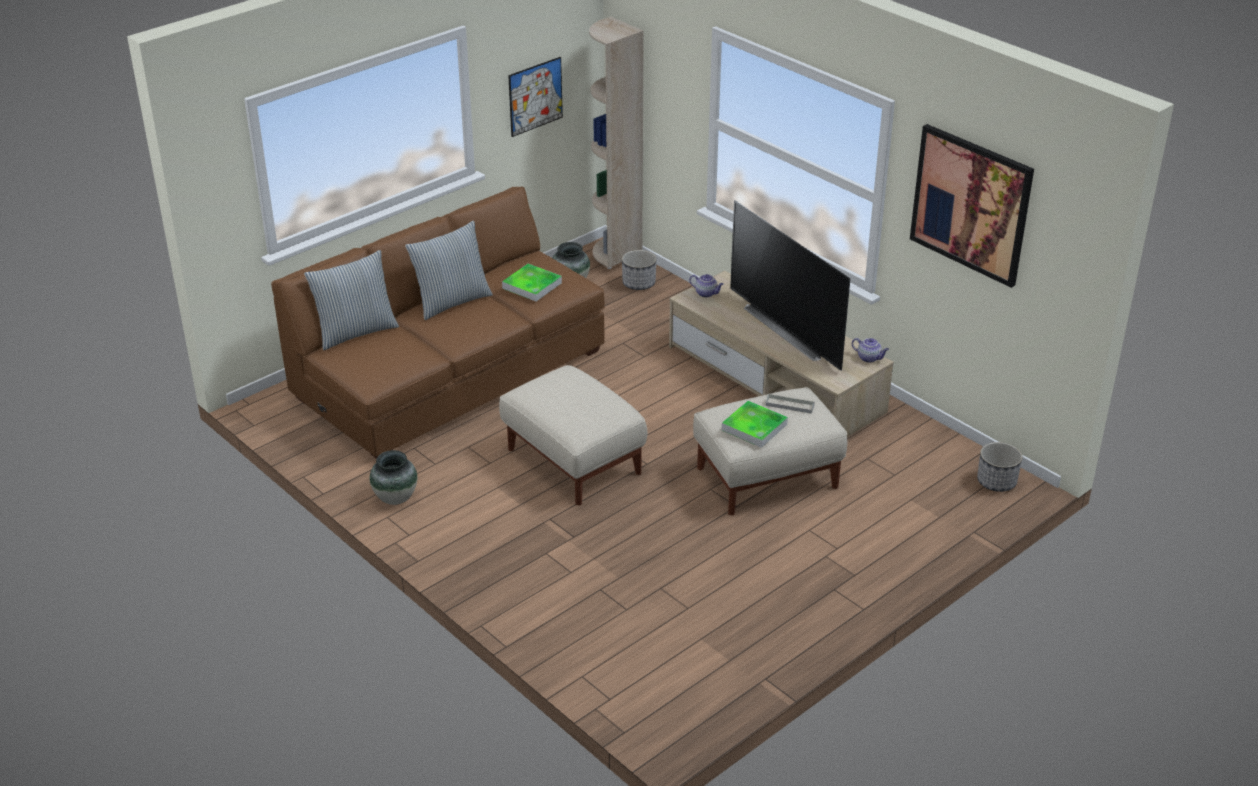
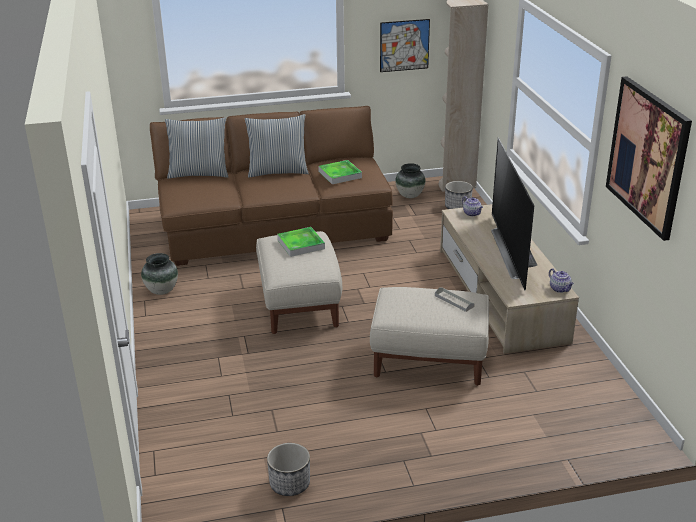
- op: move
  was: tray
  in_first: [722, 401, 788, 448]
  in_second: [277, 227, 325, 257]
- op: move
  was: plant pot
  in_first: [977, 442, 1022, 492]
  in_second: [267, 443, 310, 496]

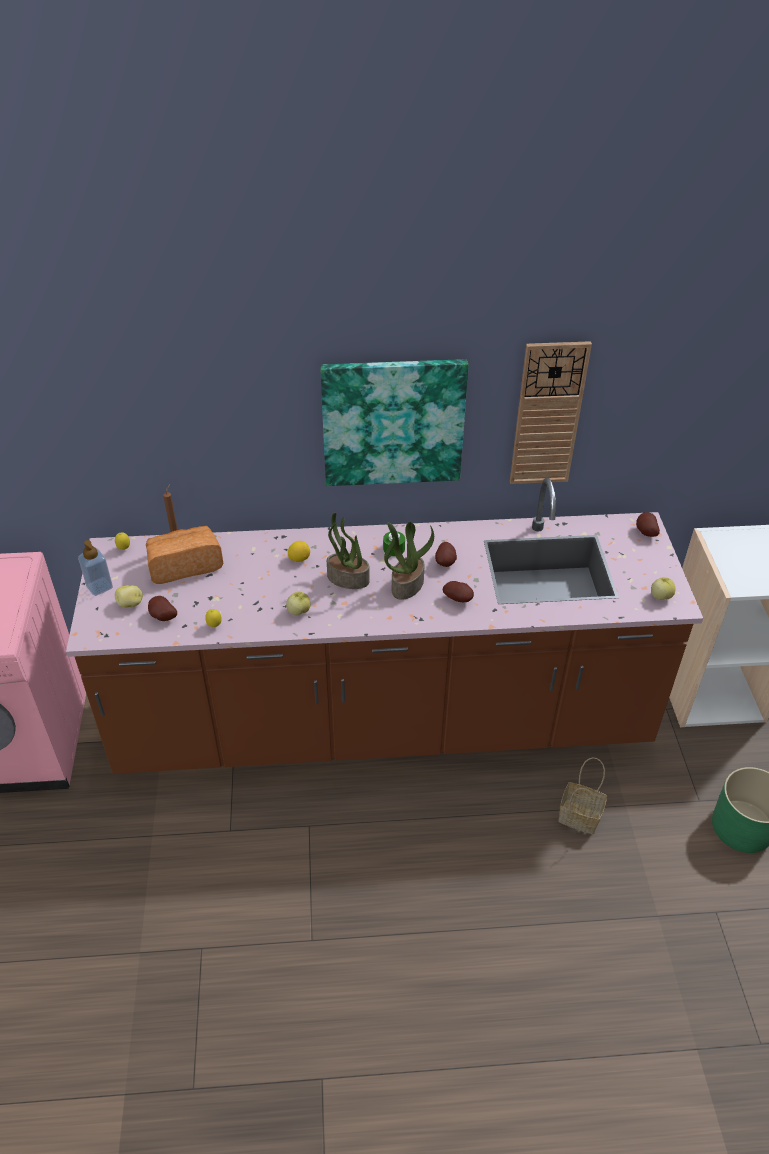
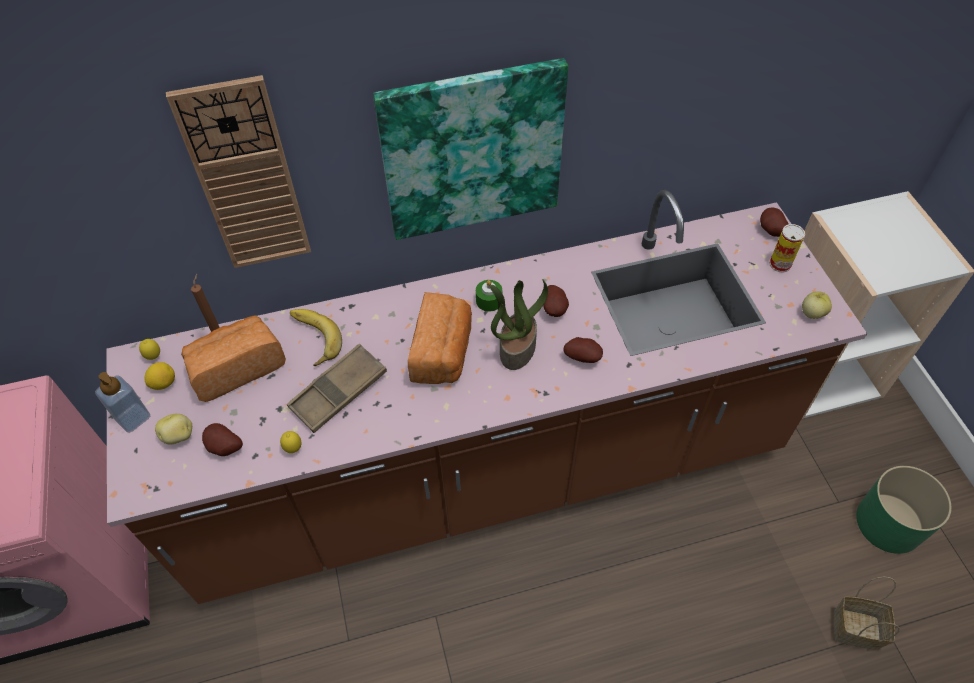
- op: delete
  was: apple fruit
  in_first: [286, 592, 311, 615]
- op: move
  was: whole lemon
  in_first: [288, 541, 310, 562]
  in_second: [144, 362, 175, 390]
- op: replace
  was: plant in a pot
  now: bakery bread
  in_first: [327, 513, 370, 589]
  in_second: [408, 292, 472, 384]
- op: move
  was: wall clock
  in_first: [510, 341, 592, 484]
  in_second: [166, 75, 311, 268]
- op: move
  was: basket
  in_first: [558, 757, 607, 835]
  in_second: [834, 576, 900, 650]
- op: insert
  now: brownish tray
  in_second: [287, 344, 387, 433]
- op: insert
  now: banana fruit
  in_second: [290, 309, 342, 366]
- op: insert
  now: can
  in_second: [769, 224, 805, 272]

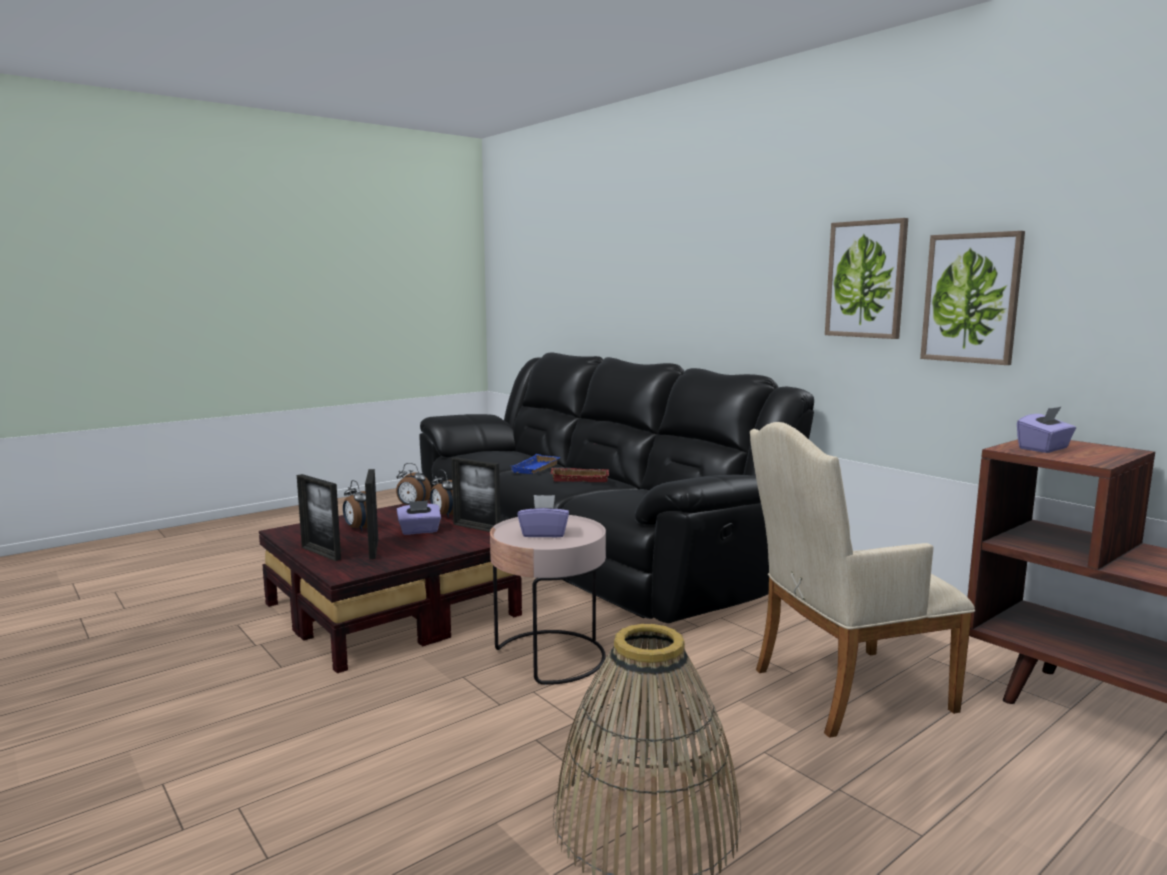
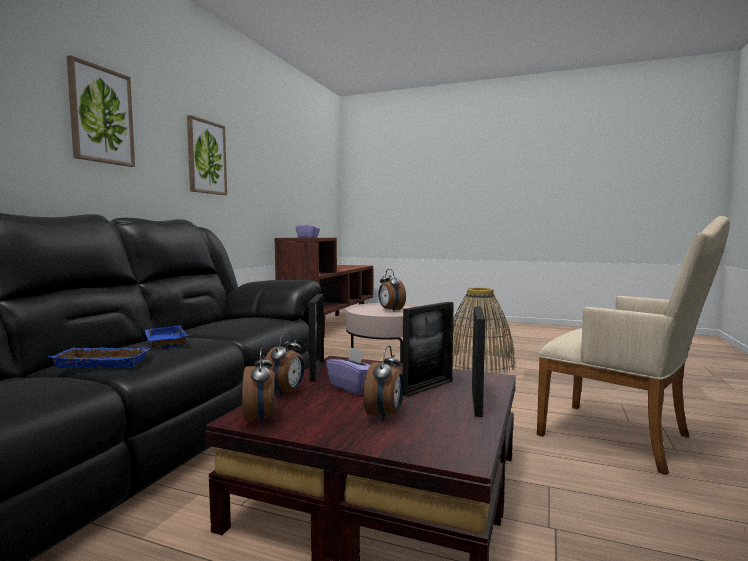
- op: replace
  was: purplish box of tissues
  now: bedside clock
  in_first: [517, 495, 569, 537]
  in_second: [378, 269, 406, 312]
- op: recolor
  was: red tray
  now: blue-coloured tray
  in_first: [550, 468, 609, 482]
  in_second: [145, 325, 189, 349]
- op: move
  was: beige armchair
  in_first: [750, 422, 975, 738]
  in_second: [537, 216, 730, 475]
- op: move
  was: wall picture
  in_first: [920, 231, 1025, 365]
  in_second: [67, 55, 135, 167]

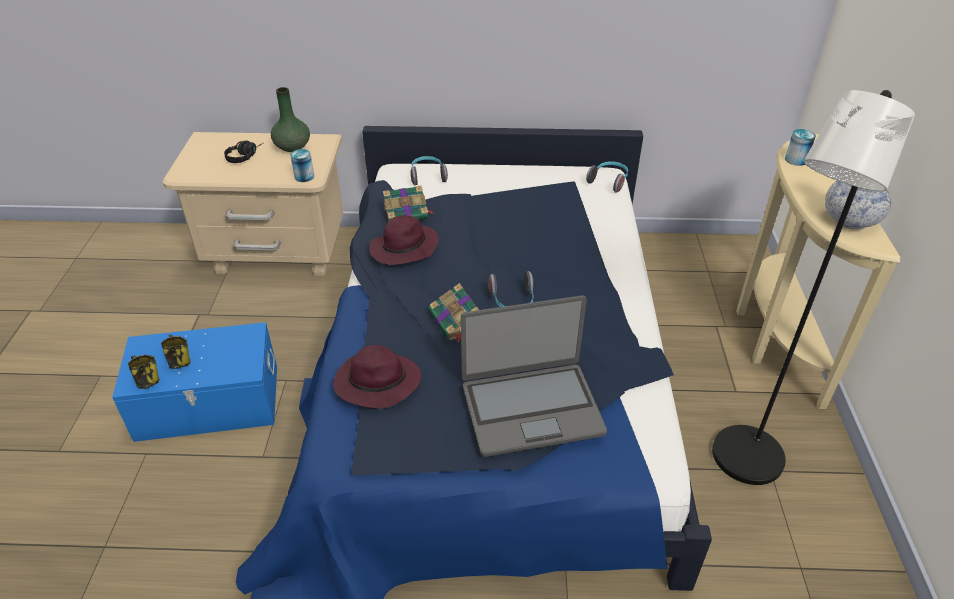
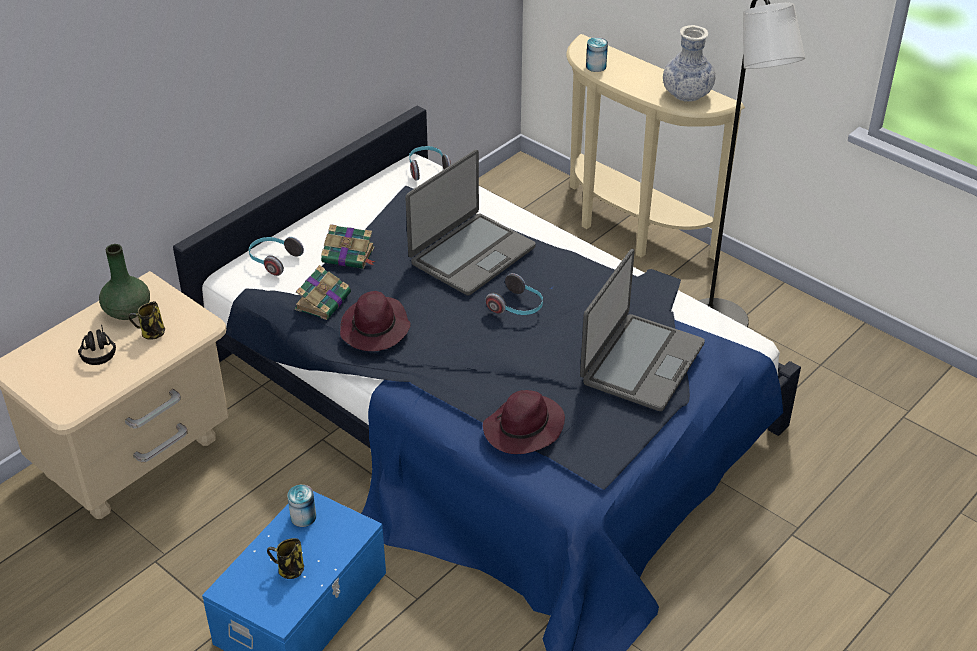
- op: move
  was: tea mug
  in_first: [128, 355, 160, 389]
  in_second: [128, 301, 165, 340]
- op: move
  was: can
  in_first: [290, 149, 314, 182]
  in_second: [287, 485, 316, 527]
- op: move
  was: book
  in_first: [428, 283, 479, 343]
  in_second: [321, 224, 376, 269]
- op: insert
  now: notebook computer
  in_second: [405, 150, 536, 295]

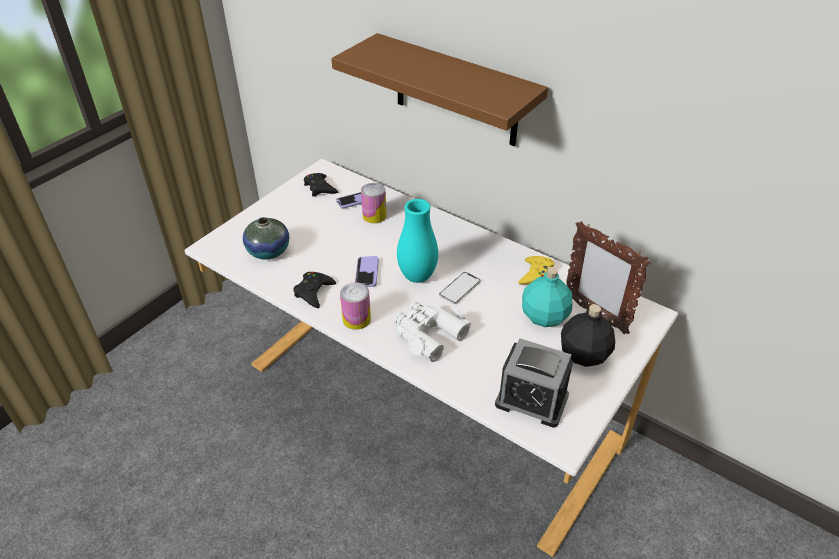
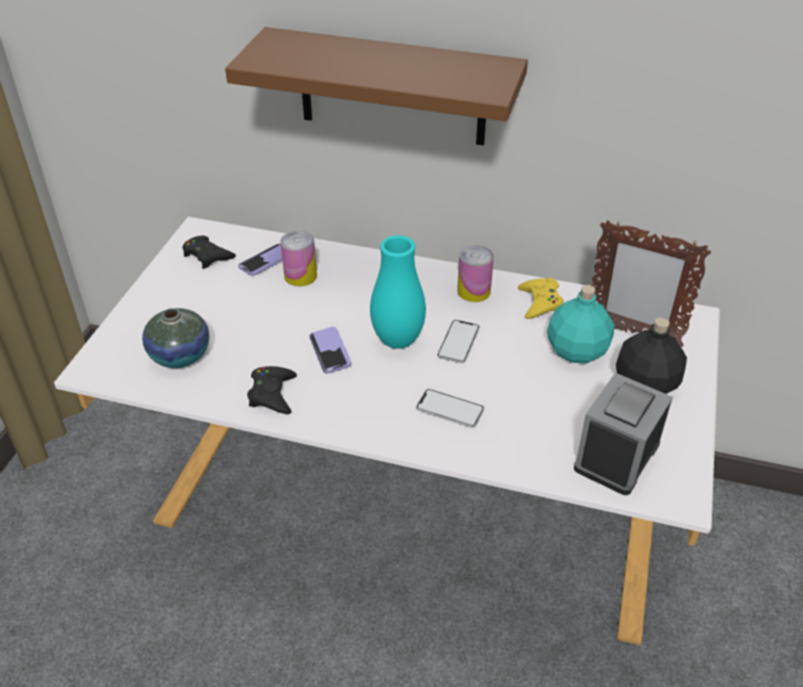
- op: move
  was: can
  in_first: [340, 282, 371, 330]
  in_second: [457, 246, 494, 302]
- op: replace
  was: white-coloured pair of binoculars
  now: handset
  in_first: [394, 302, 471, 362]
  in_second: [416, 389, 484, 428]
- op: rotate
  was: bedside clock
  in_first: [495, 338, 573, 428]
  in_second: [574, 373, 673, 495]
  clockwise: 120

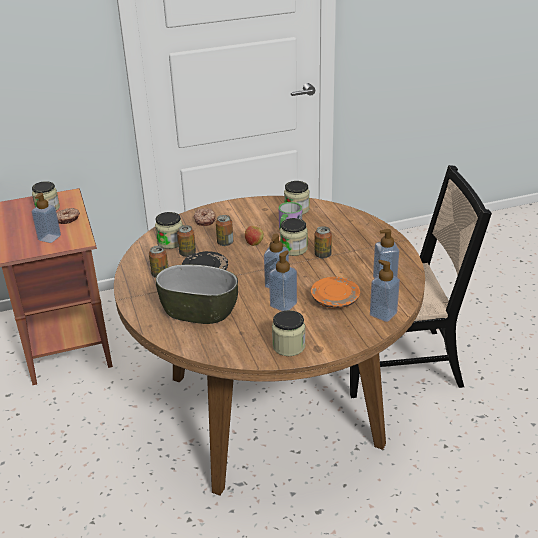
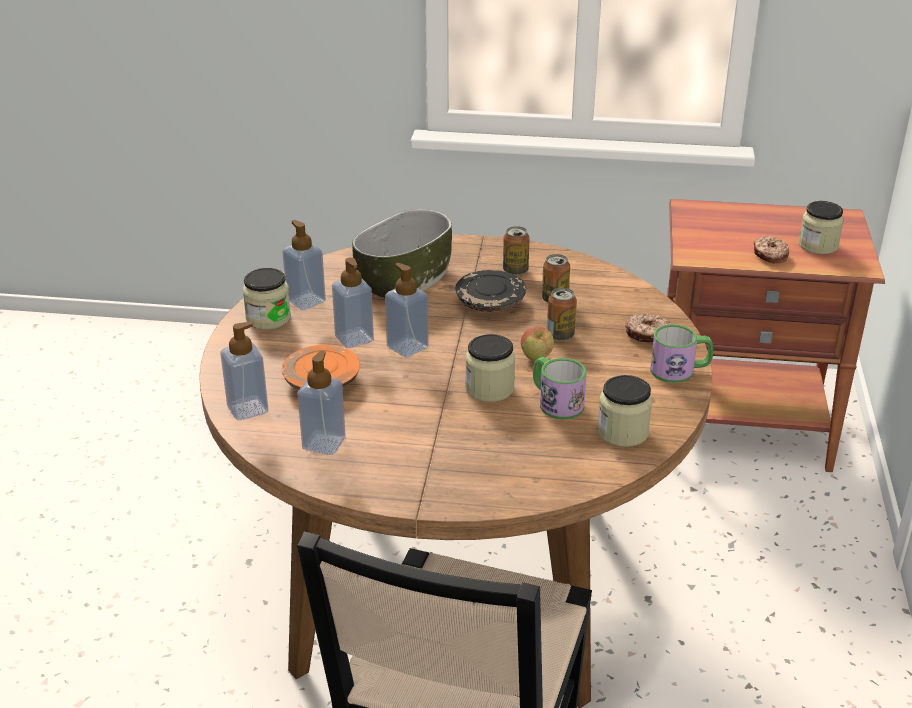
- op: move
  was: liquid soap bottle
  in_first: [32, 193, 61, 243]
  in_second: [282, 220, 326, 310]
- op: delete
  was: storage jar
  in_first: [155, 212, 182, 249]
- op: delete
  was: can
  in_first: [314, 226, 332, 258]
- op: insert
  now: tea mug
  in_second: [650, 324, 713, 383]

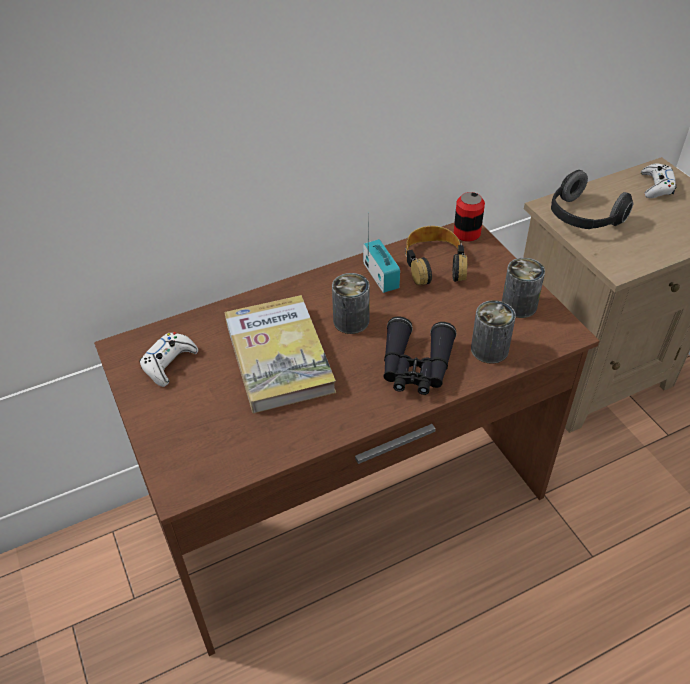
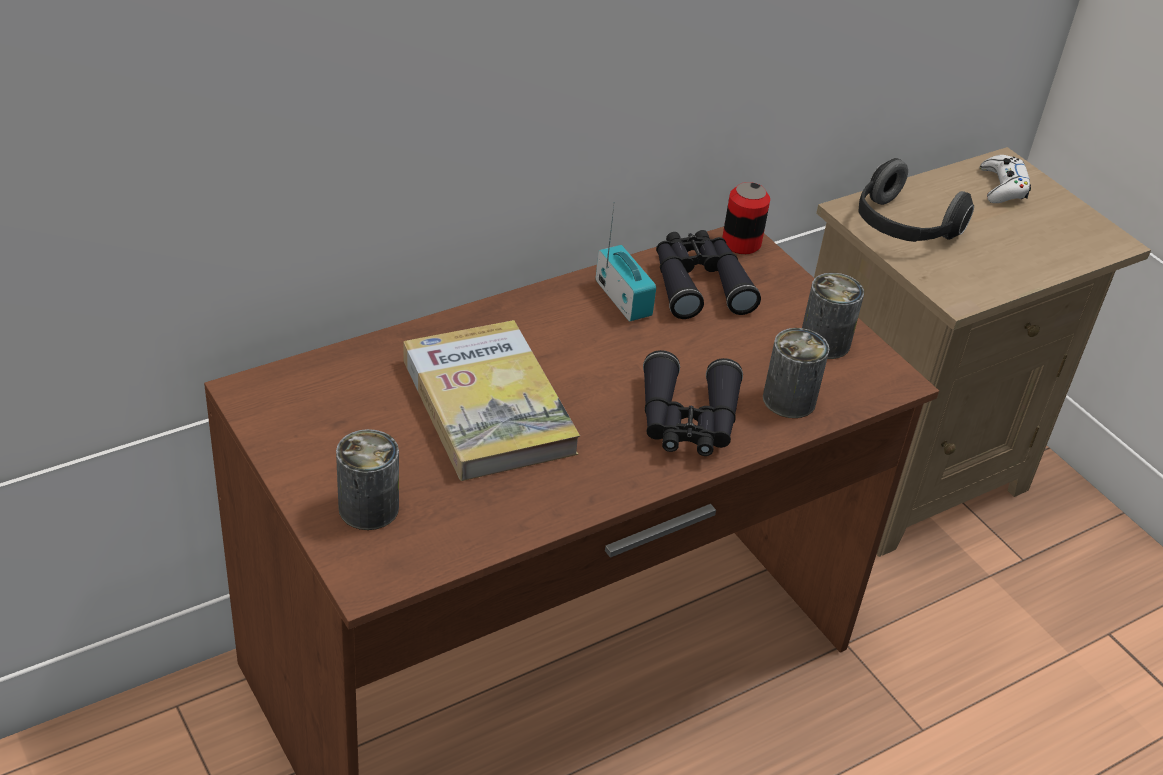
- op: delete
  was: white-coloured game controller
  in_first: [139, 332, 198, 387]
- op: move
  was: can
  in_first: [332, 273, 370, 334]
  in_second: [336, 429, 399, 530]
- op: replace
  was: headphones
  now: black-coloured pair of binoculars
  in_first: [405, 226, 467, 285]
  in_second: [656, 230, 761, 319]

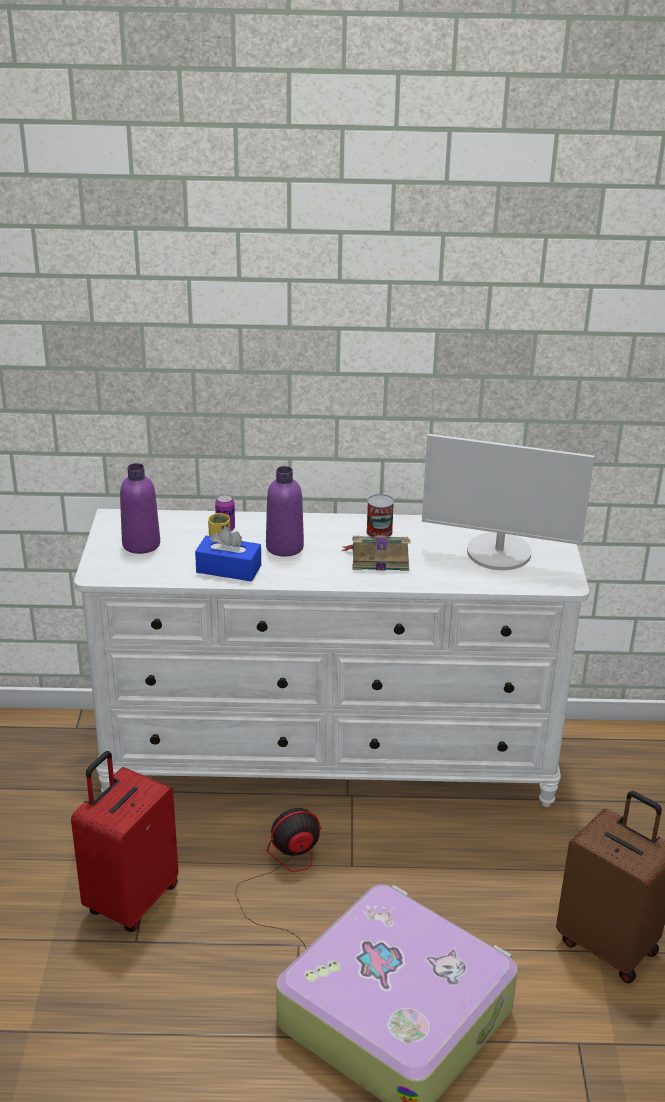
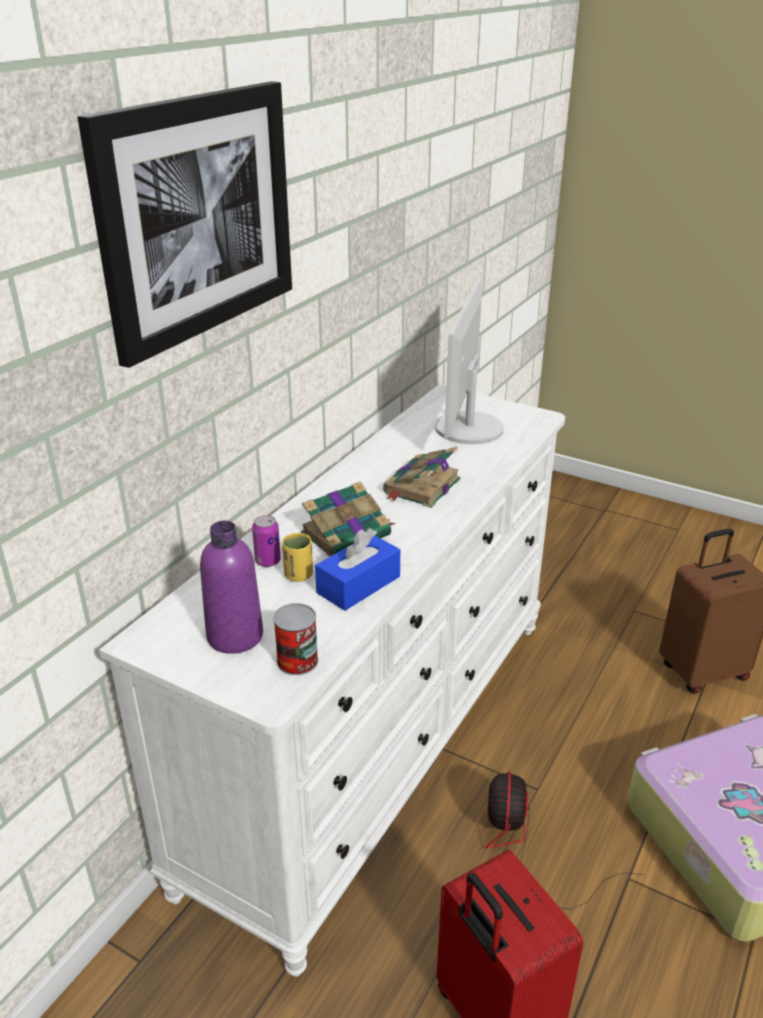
- op: replace
  was: purplish drink bottle
  now: book
  in_first: [266, 466, 304, 557]
  in_second: [301, 481, 396, 557]
- op: move
  was: can
  in_first: [366, 494, 394, 537]
  in_second: [273, 603, 318, 675]
- op: rotate
  was: computer screen
  in_first: [422, 434, 594, 570]
  in_second: [435, 277, 504, 444]
  clockwise: 150
- op: insert
  now: wall picture
  in_second: [77, 81, 292, 368]

